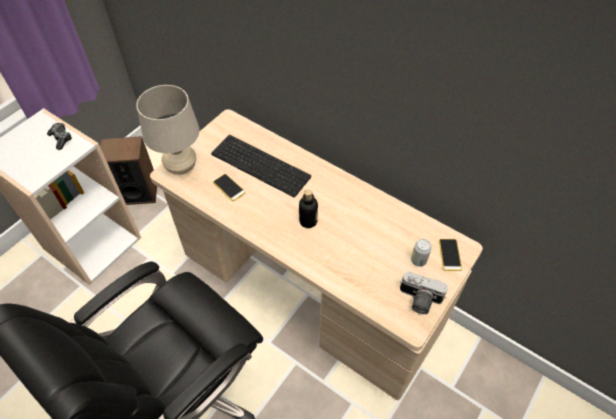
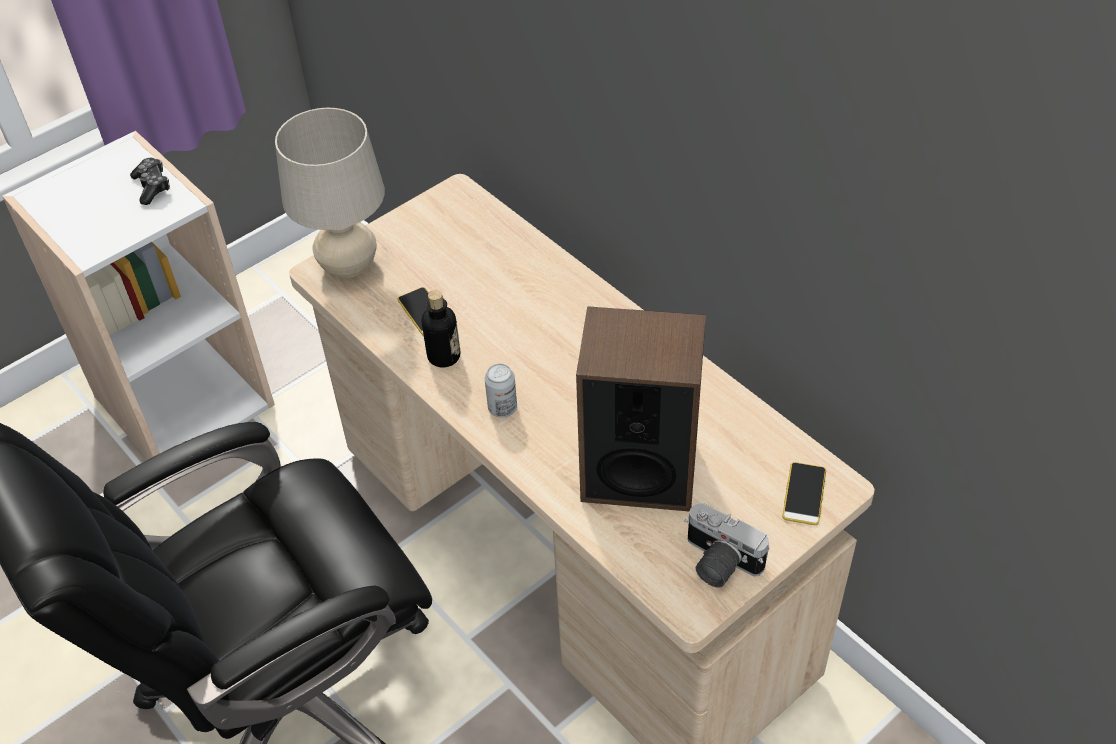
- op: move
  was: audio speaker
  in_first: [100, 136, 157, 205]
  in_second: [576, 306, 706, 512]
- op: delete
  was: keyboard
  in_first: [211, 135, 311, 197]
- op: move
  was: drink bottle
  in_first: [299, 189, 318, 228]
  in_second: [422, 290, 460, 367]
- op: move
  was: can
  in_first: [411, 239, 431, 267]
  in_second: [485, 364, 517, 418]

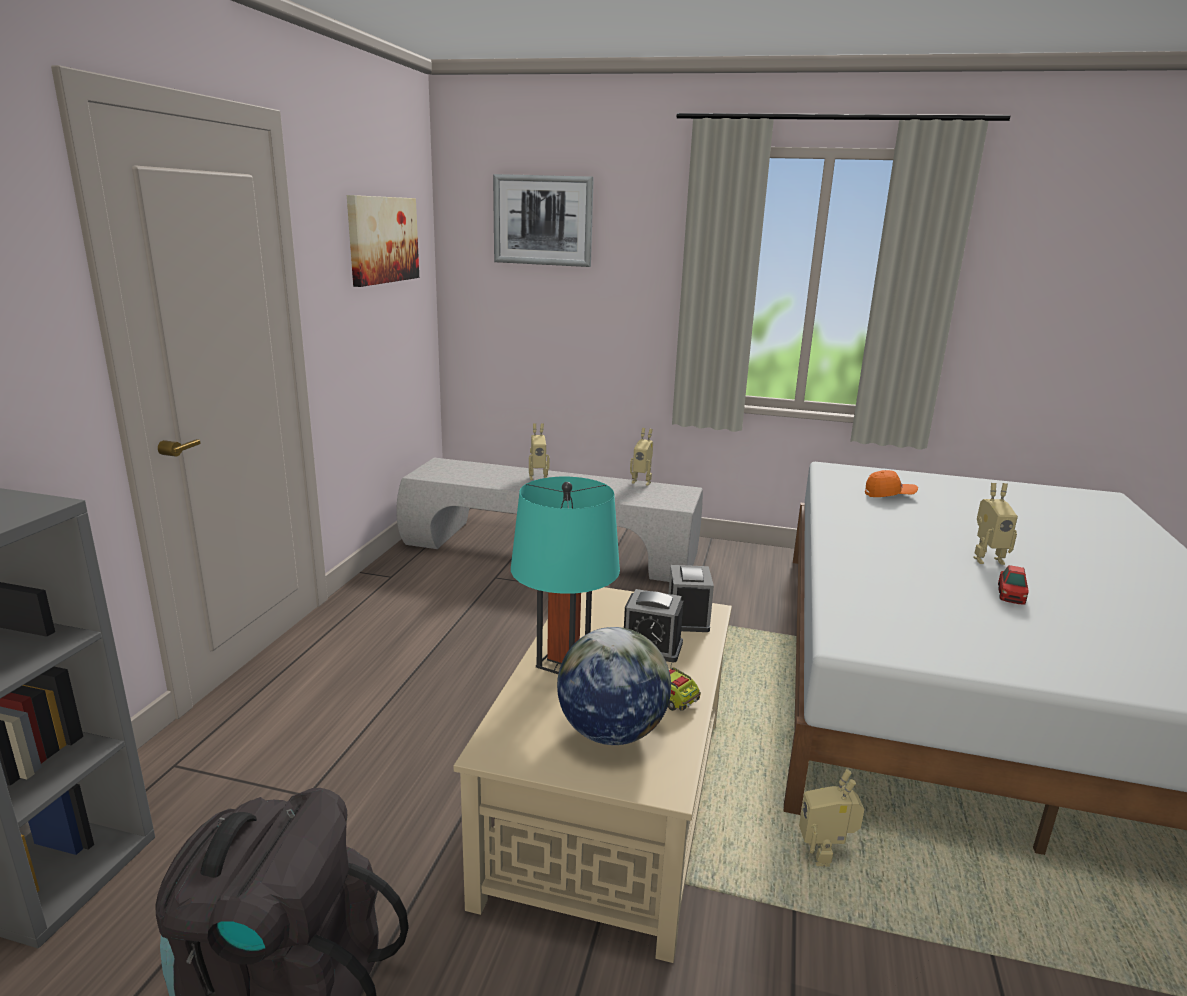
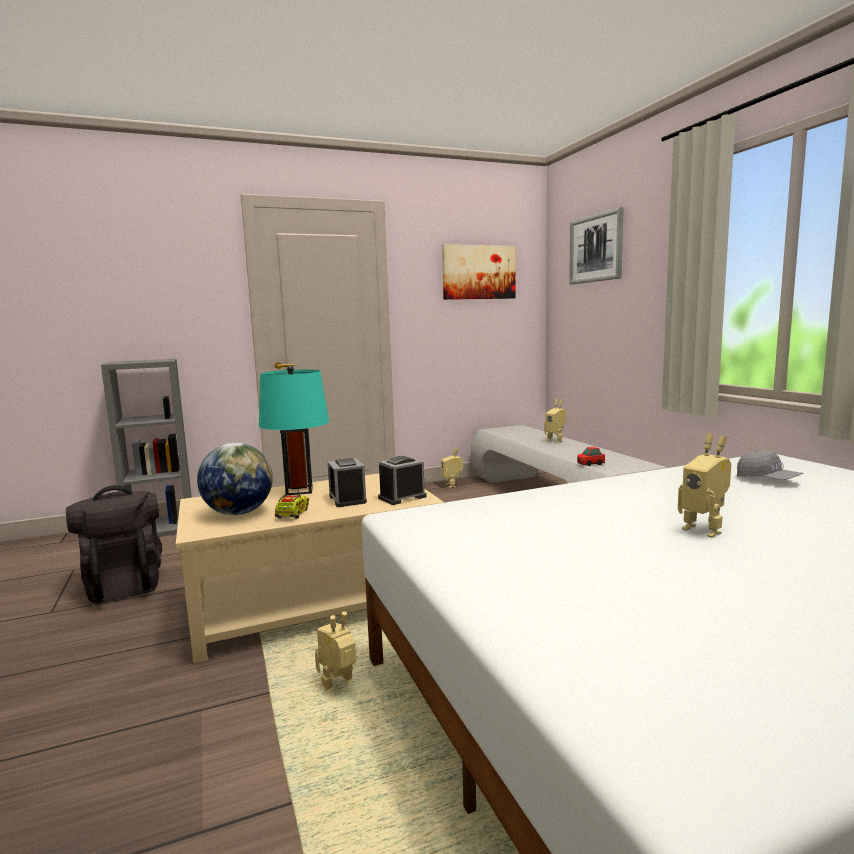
- op: move
  was: robot figure
  in_first: [630, 428, 653, 485]
  in_second: [441, 447, 463, 488]
- op: recolor
  was: orange peaked cap
  now: gray peaked cap
  in_first: [865, 470, 918, 497]
  in_second: [737, 450, 804, 480]
- op: move
  was: miniature car
  in_first: [998, 565, 1029, 605]
  in_second: [577, 447, 605, 466]

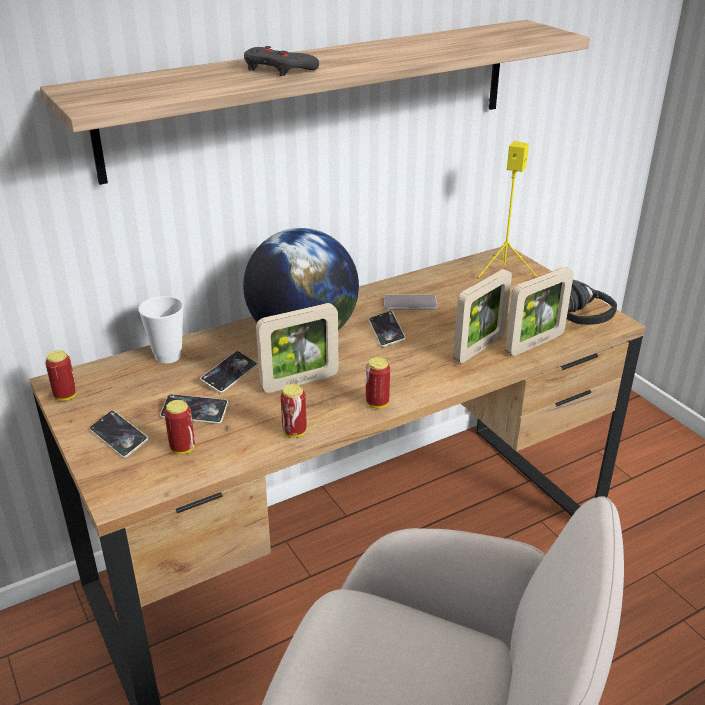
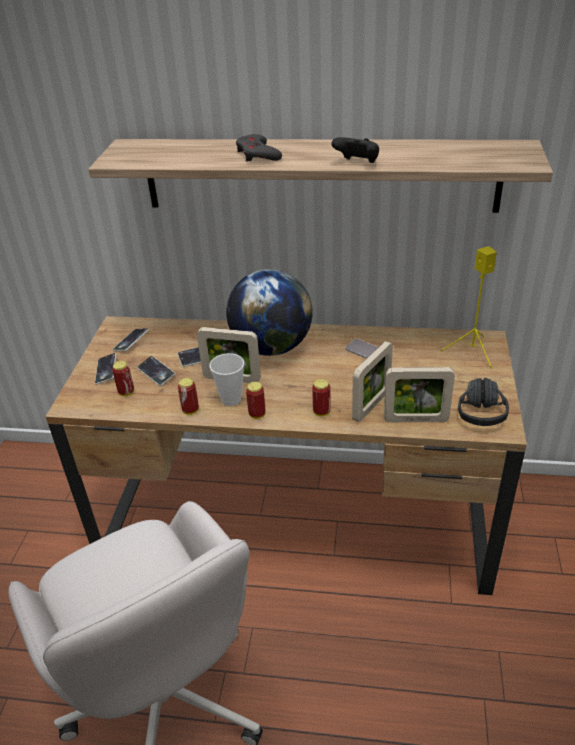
- op: move
  was: can
  in_first: [45, 350, 77, 401]
  in_second: [312, 379, 331, 416]
- op: move
  was: small cup
  in_first: [139, 296, 184, 364]
  in_second: [210, 353, 244, 406]
- op: move
  was: handset
  in_first: [369, 311, 406, 347]
  in_second: [112, 329, 149, 351]
- op: rotate
  was: photo frame
  in_first: [453, 269, 512, 363]
  in_second: [352, 341, 393, 422]
  clockwise: -45
- op: insert
  now: black-coloured game controller
  in_second: [331, 137, 379, 163]

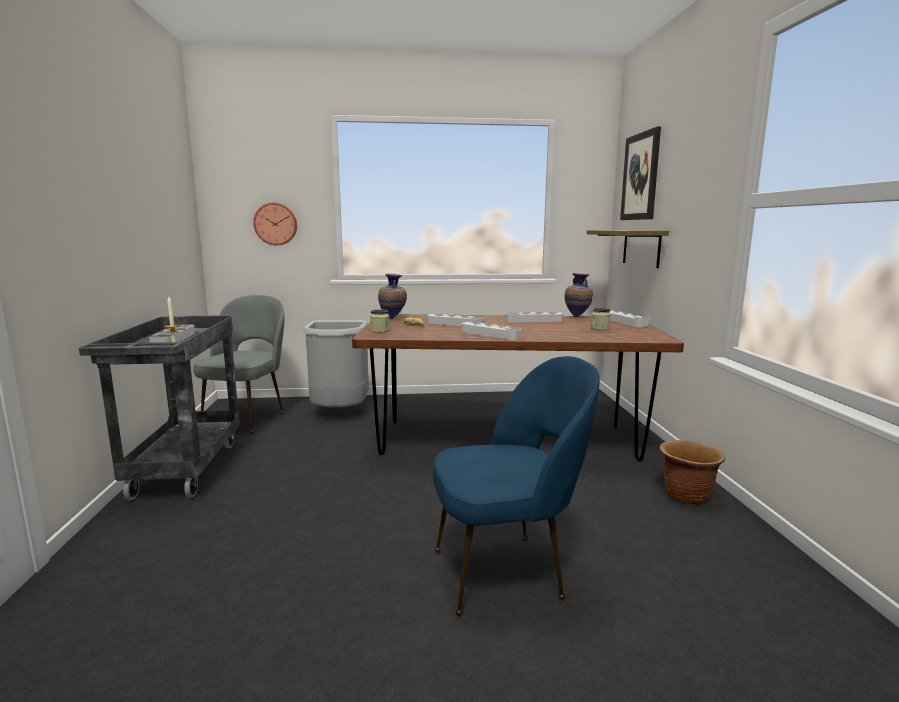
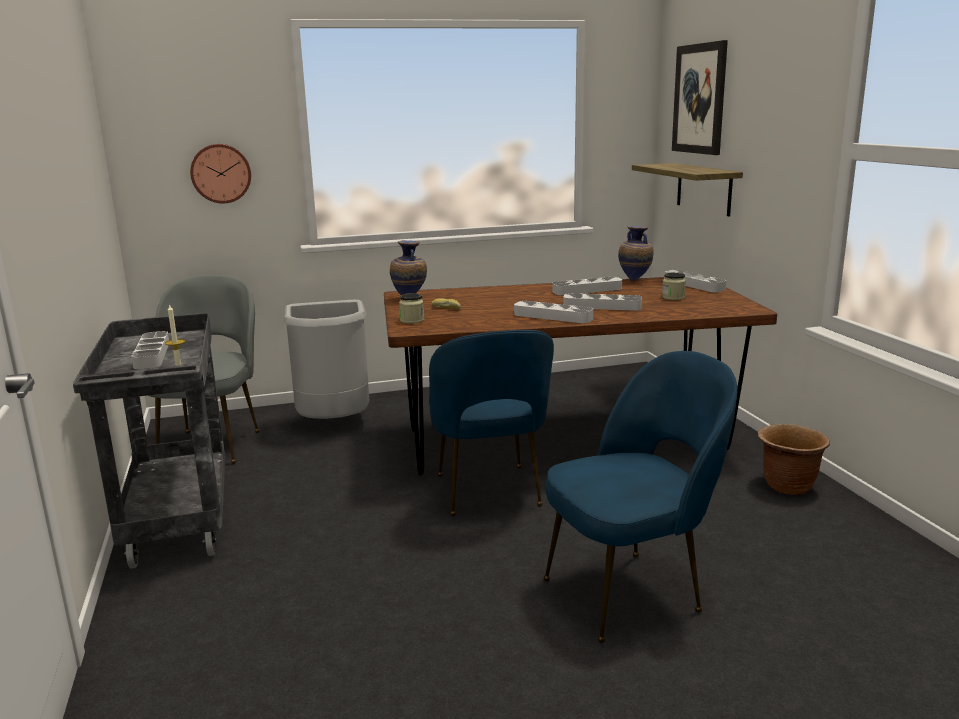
- op: move
  was: gray tray
  in_first: [427, 314, 485, 326]
  in_second: [563, 293, 642, 311]
- op: insert
  now: blue-coloured plain chair
  in_second: [429, 330, 554, 516]

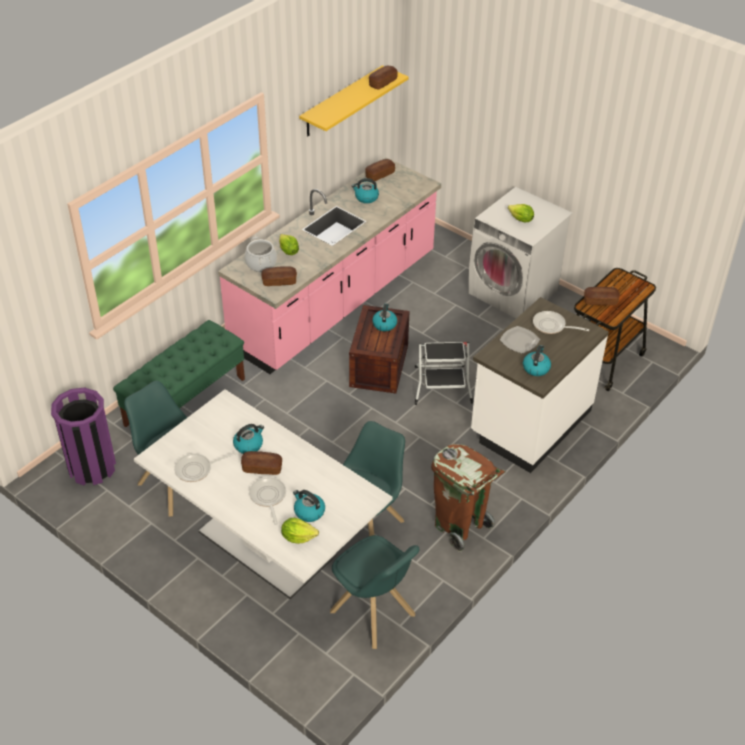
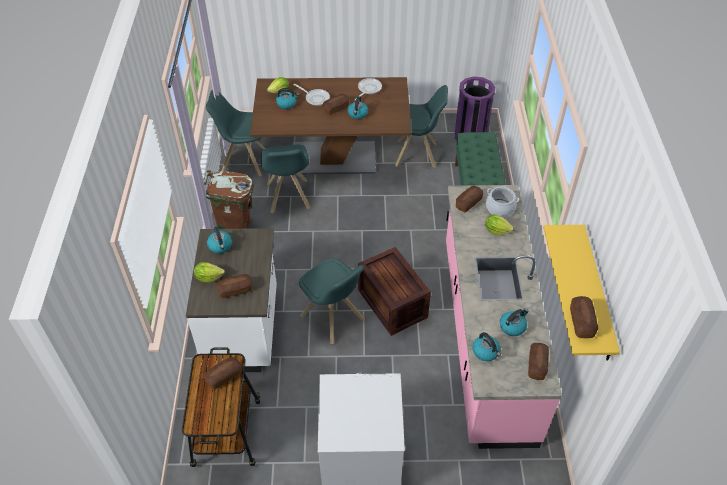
- op: recolor
  was: white-coloured dining table
  now: brownish dining table
  in_first: [134, 389, 393, 599]
  in_second: [250, 77, 412, 175]
- op: move
  was: tea kettle
  in_first: [372, 304, 397, 331]
  in_second: [473, 332, 501, 361]
- op: replace
  was: stepladder
  now: turquoise plain chair
  in_first: [415, 342, 473, 405]
  in_second: [299, 259, 365, 344]
- op: delete
  was: flat dish
  in_first: [500, 326, 540, 354]
- op: move
  was: head of lettuce
  in_first: [508, 204, 534, 222]
  in_second: [194, 262, 225, 282]
- op: replace
  was: frying pan
  now: bakery bread
  in_first: [533, 311, 589, 334]
  in_second: [216, 274, 252, 298]

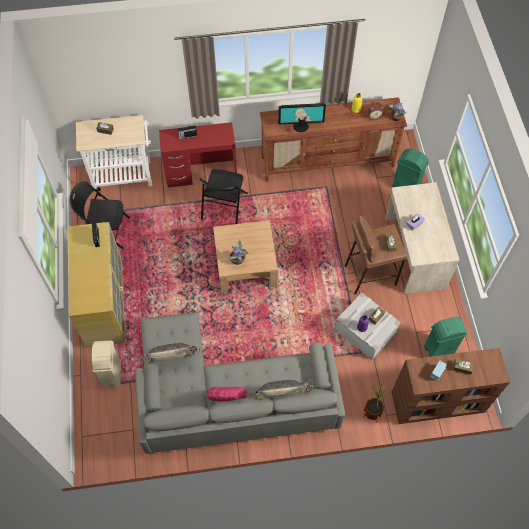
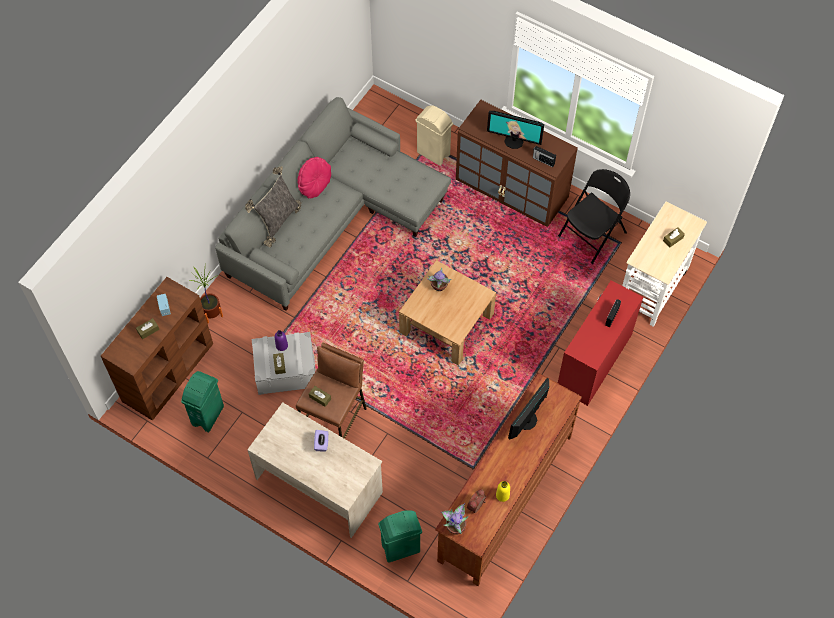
- op: recolor
  was: yellow storage cabinet
  now: brownish storage cabinet
  in_first: [68, 222, 126, 348]
  in_second: [456, 100, 578, 227]
- op: delete
  was: pillow
  in_first: [139, 343, 200, 364]
- op: delete
  was: black-coloured plain chair
  in_first: [200, 169, 248, 224]
- op: insert
  now: computer screen
  in_second: [487, 111, 544, 149]

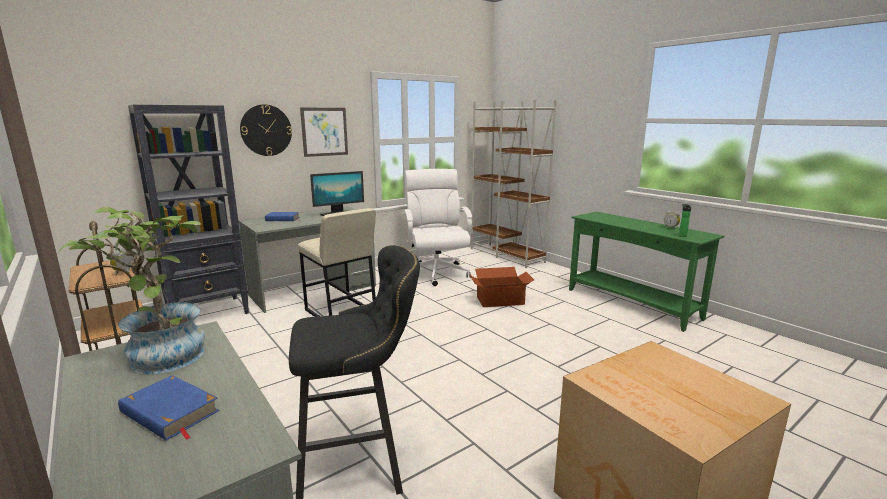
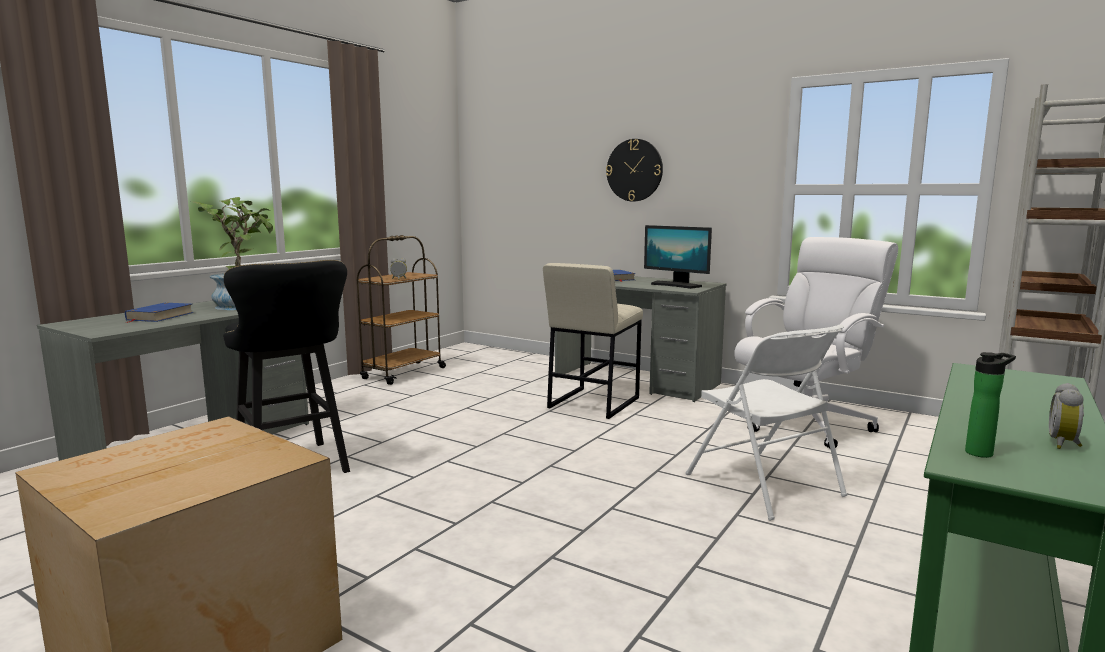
- op: delete
  was: black-coloured shelving unit
  in_first: [128, 105, 249, 314]
- op: delete
  was: wall picture
  in_first: [300, 107, 348, 157]
- op: replace
  was: carton
  now: white-coloured plain chair
  in_first: [470, 267, 534, 307]
  in_second: [685, 324, 847, 521]

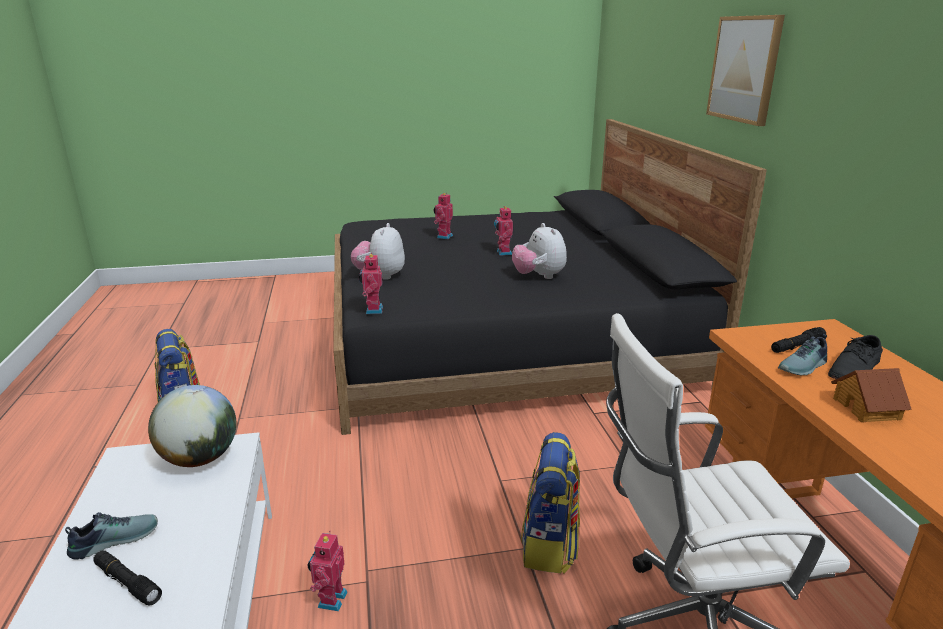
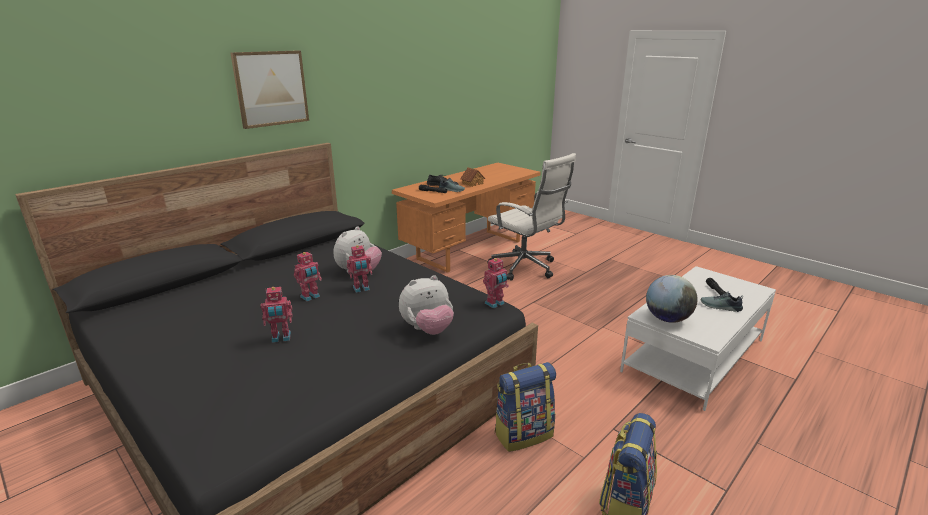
- op: move
  was: robot figure
  in_first: [307, 531, 347, 611]
  in_second: [347, 245, 372, 293]
- op: move
  was: backpack
  in_first: [521, 432, 580, 573]
  in_second: [495, 362, 556, 452]

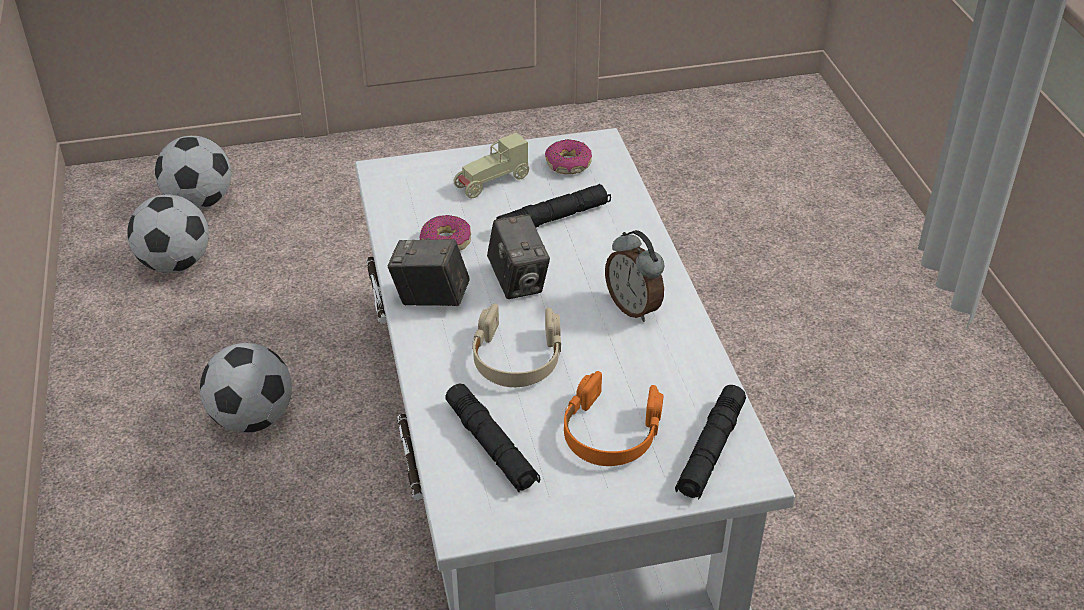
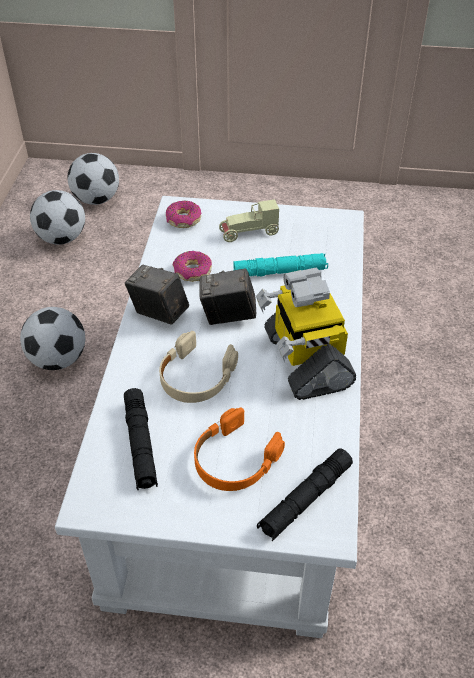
- op: rotate
  was: still camera
  in_first: [487, 214, 550, 299]
  in_second: [199, 268, 256, 325]
  clockwise: 90
- op: recolor
  was: black-coloured torch
  now: turquoise torch
  in_first: [496, 184, 611, 228]
  in_second: [233, 253, 328, 277]
- op: move
  was: doughnut
  in_first: [545, 139, 592, 174]
  in_second: [166, 201, 201, 228]
- op: replace
  was: bedside clock
  now: robot figure
  in_first: [605, 230, 664, 322]
  in_second: [256, 268, 356, 400]

